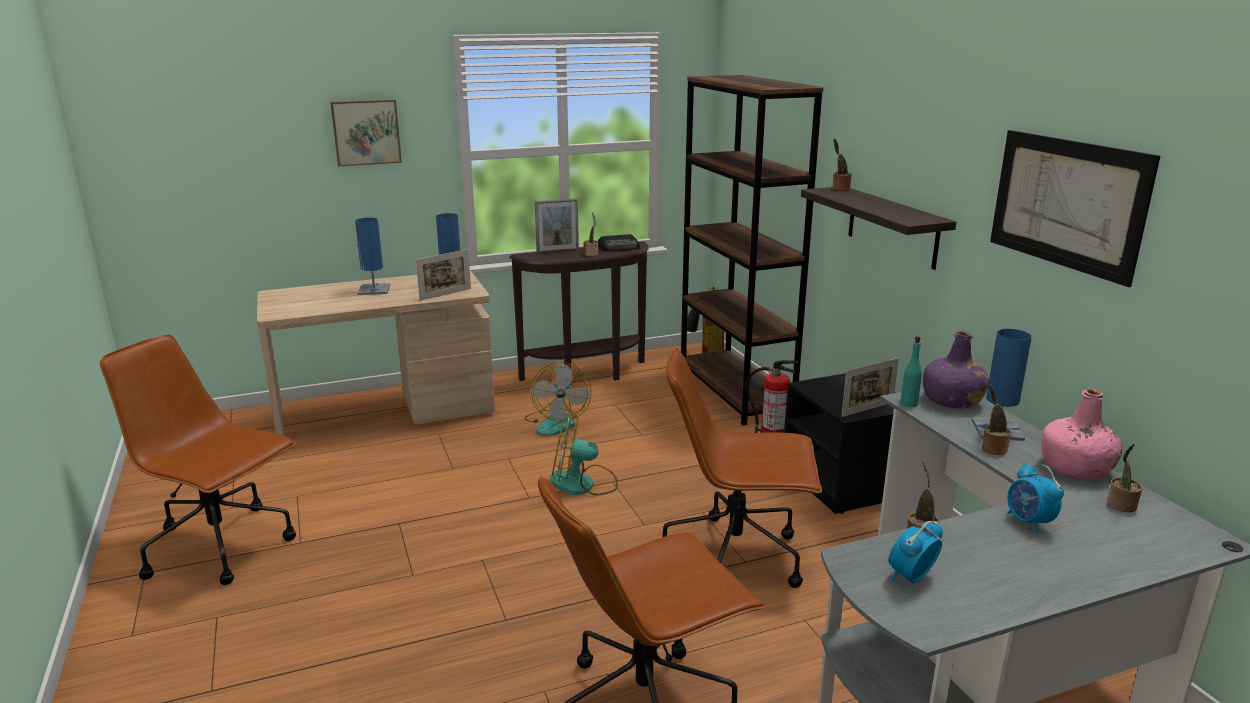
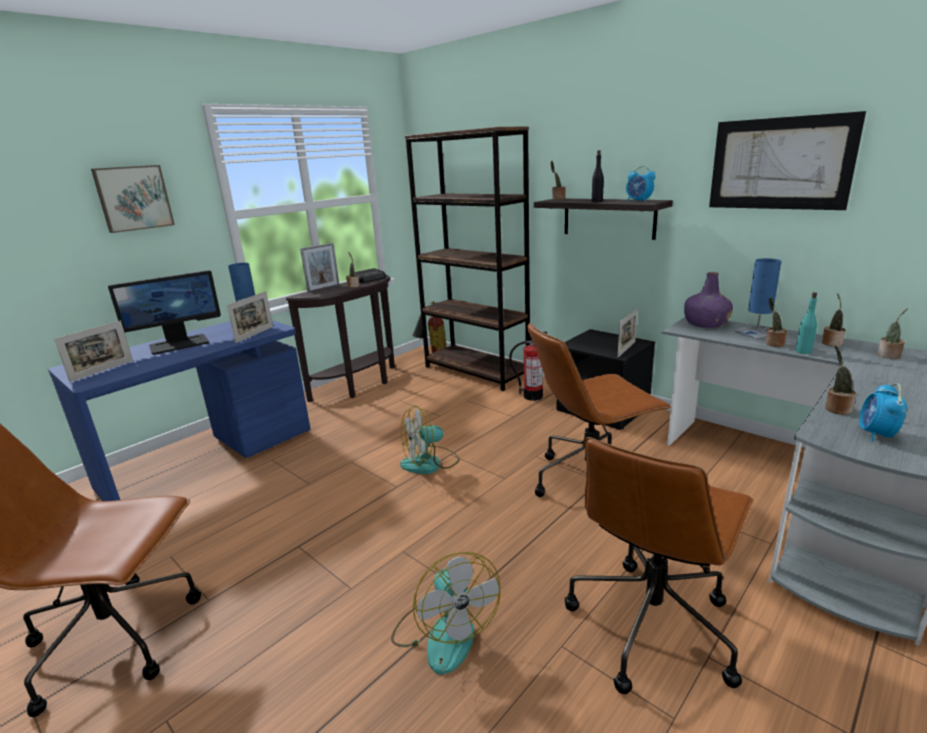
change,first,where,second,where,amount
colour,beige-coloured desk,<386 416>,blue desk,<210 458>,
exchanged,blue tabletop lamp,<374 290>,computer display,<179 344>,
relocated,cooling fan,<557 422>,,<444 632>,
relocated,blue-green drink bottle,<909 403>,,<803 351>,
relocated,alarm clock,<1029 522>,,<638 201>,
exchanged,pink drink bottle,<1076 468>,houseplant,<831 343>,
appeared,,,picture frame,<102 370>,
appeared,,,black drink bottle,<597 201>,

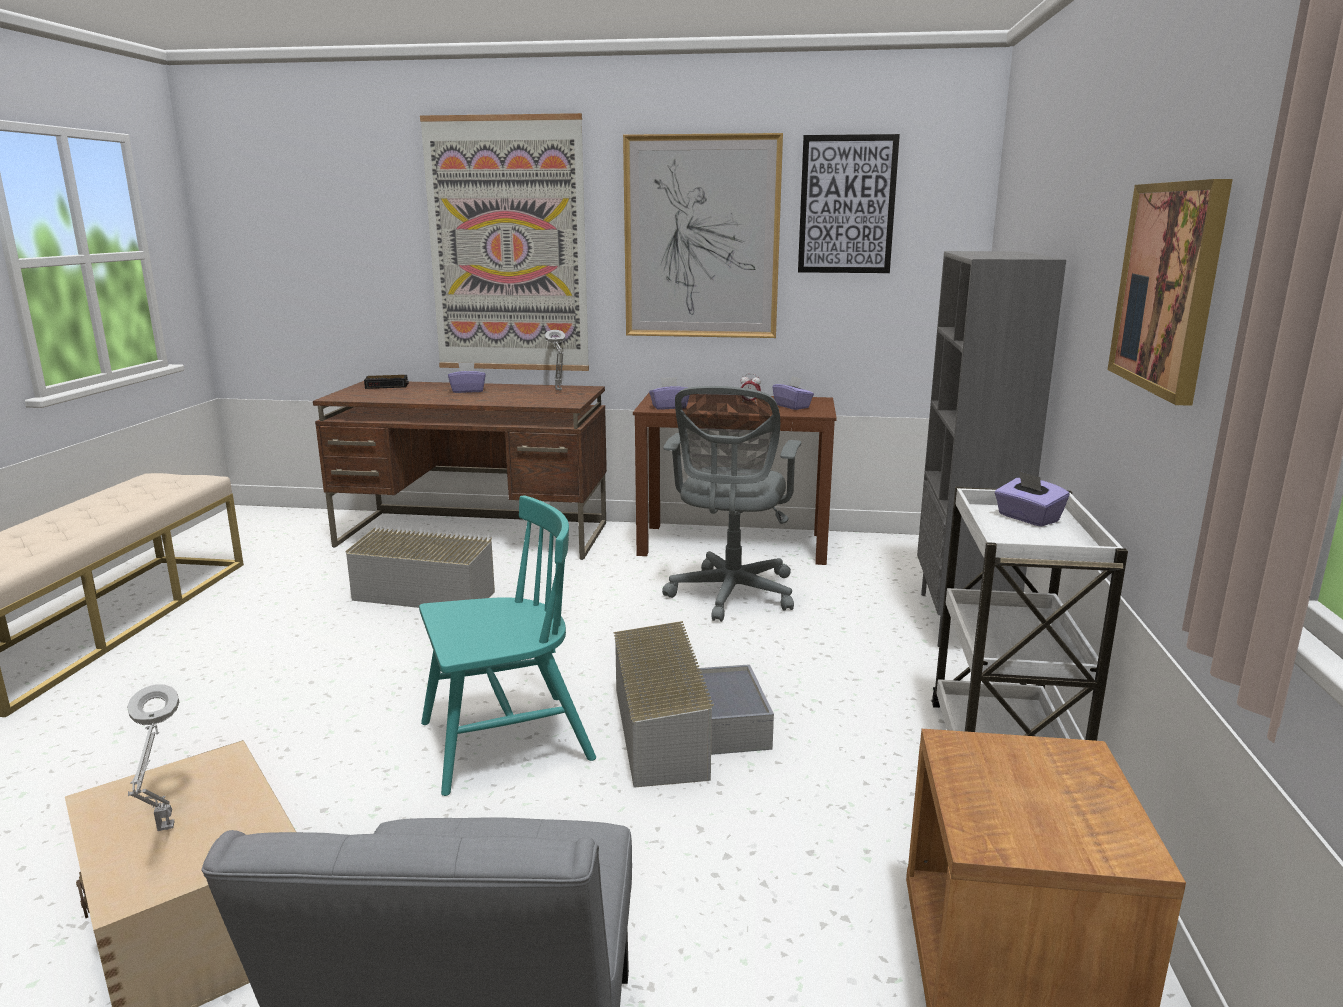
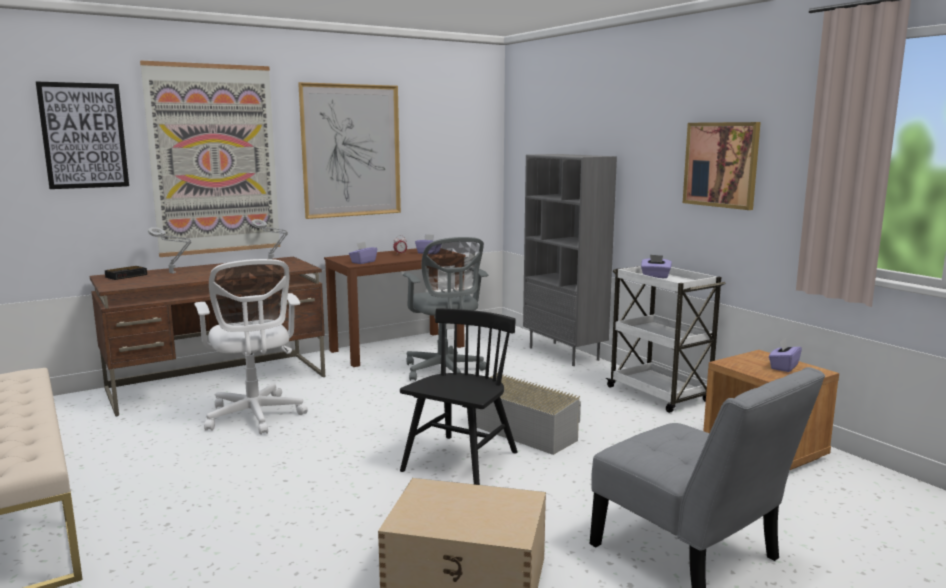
change,first,where,second,where,amount
relocated,gray tabletop lamp,<165 831>,,<174 273>,
exchanged,gray storage container,<429 589>,white-coloured office chair,<255 417>,
colour,blue-green upright chair,<504 742>,black upright chair,<460 462>,
relocated,purple tissue box,<468 391>,,<783 367>,
relocated,wall art,<847 205>,,<84 136>,

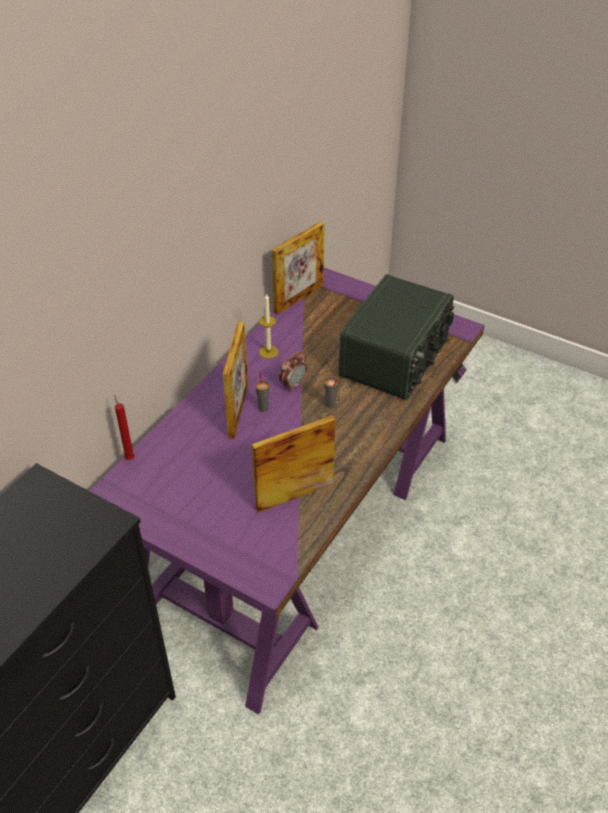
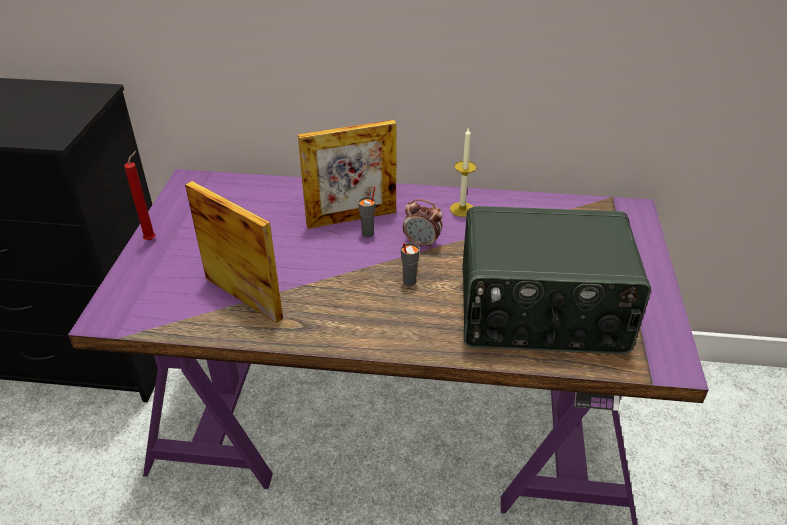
change,first,where,second,where,amount
relocated,reddish wax light,<129 458>,,<152 239>,
missing,picture frame,<298 298>,,,

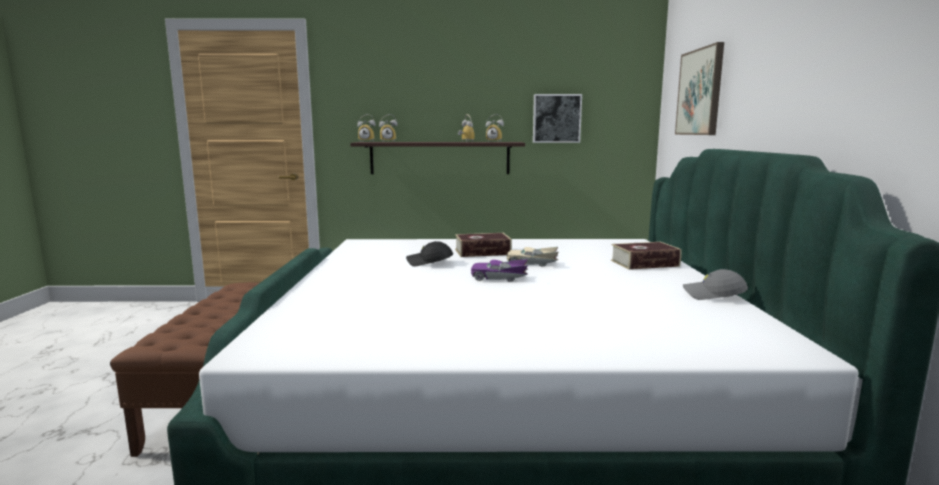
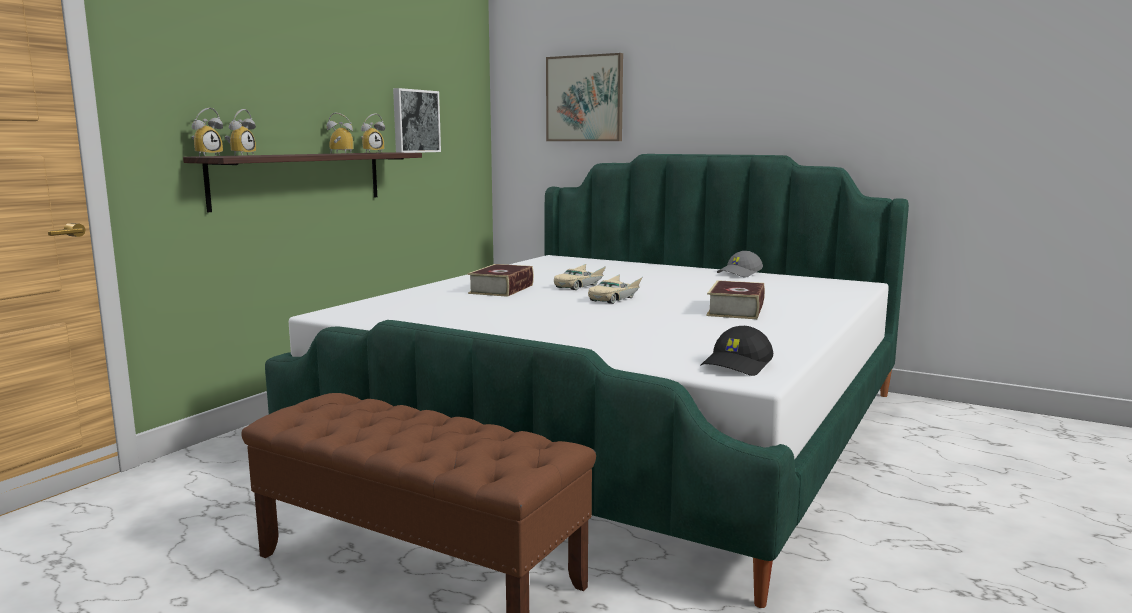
change,first,where,second,where,amount
relocated,black peaked cap,<429 263>,,<738 365>,
colour,purple model car,<499 278>,beige-coloured model car,<614 298>,
relocated,bound book,<644 263>,,<736 310>,

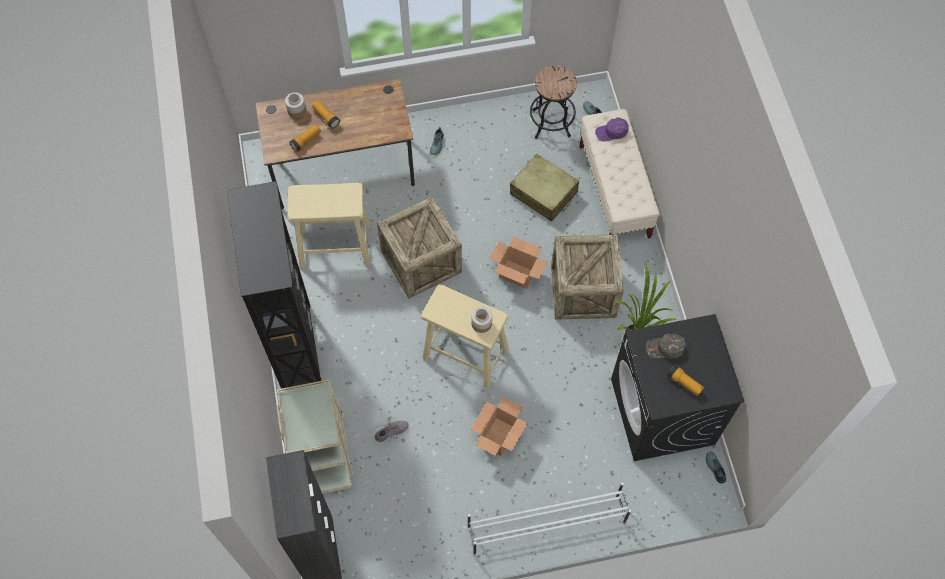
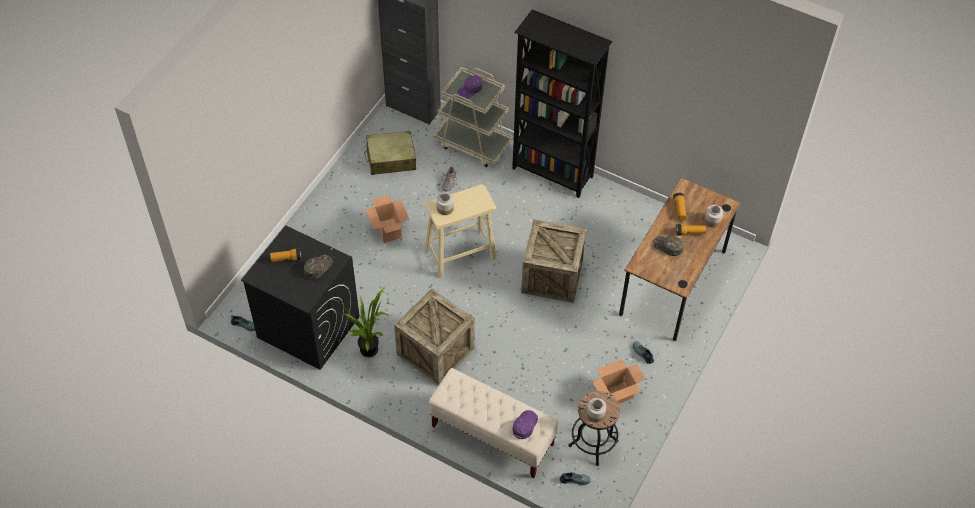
change,first,where,second,where,amount
missing,beige-coloured stool seat,<334 245>,,,
missing,white-coloured shoe stand,<545 524>,,,
relocated,cardboard box,<517 274>,,<615 395>,
relocated,beige-coloured piece of luggage,<543 193>,,<391 159>,
appeared,,,purple peaked cap,<470 89>,
appeared,,,preserve jar,<595 414>,
appeared,,,green peaked cap,<667 246>,

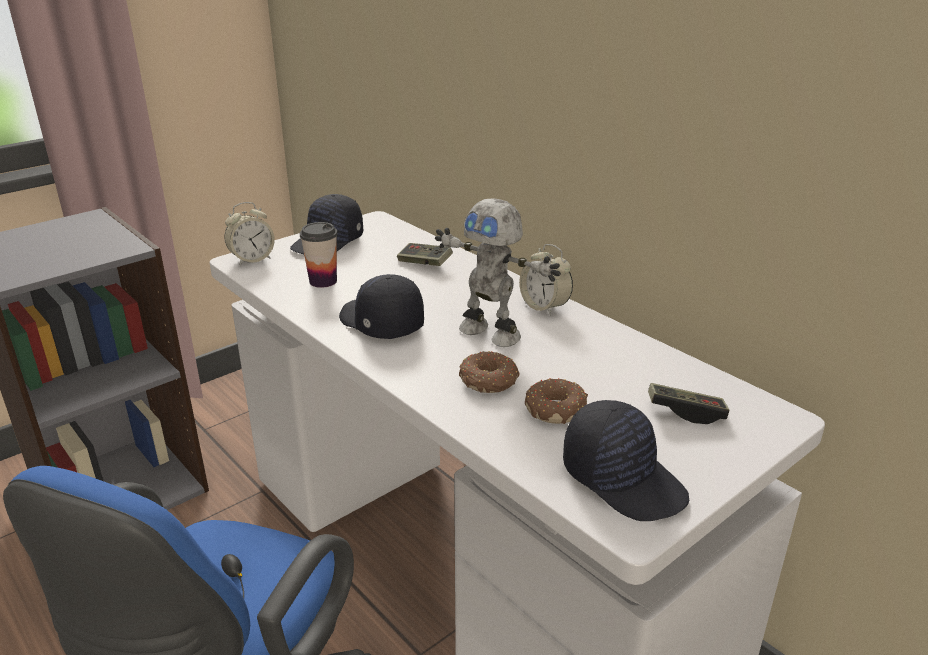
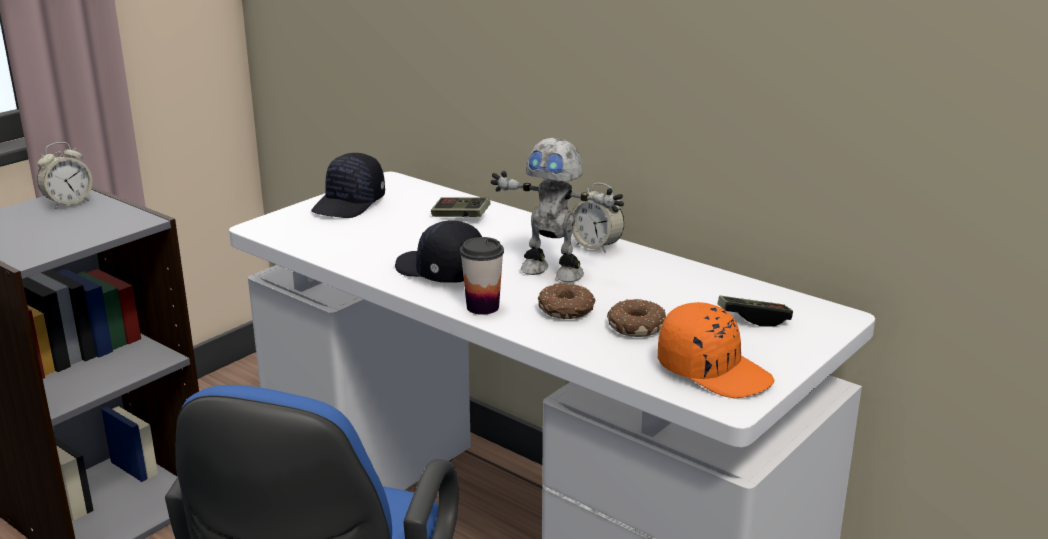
change,first,where,second,where,amount
relocated,alarm clock,<252 259>,,<68 203>,
relocated,drinking cup,<323 281>,,<482 307>,
colour,black peaked cap,<624 478>,orangey peaked cap,<714 371>,

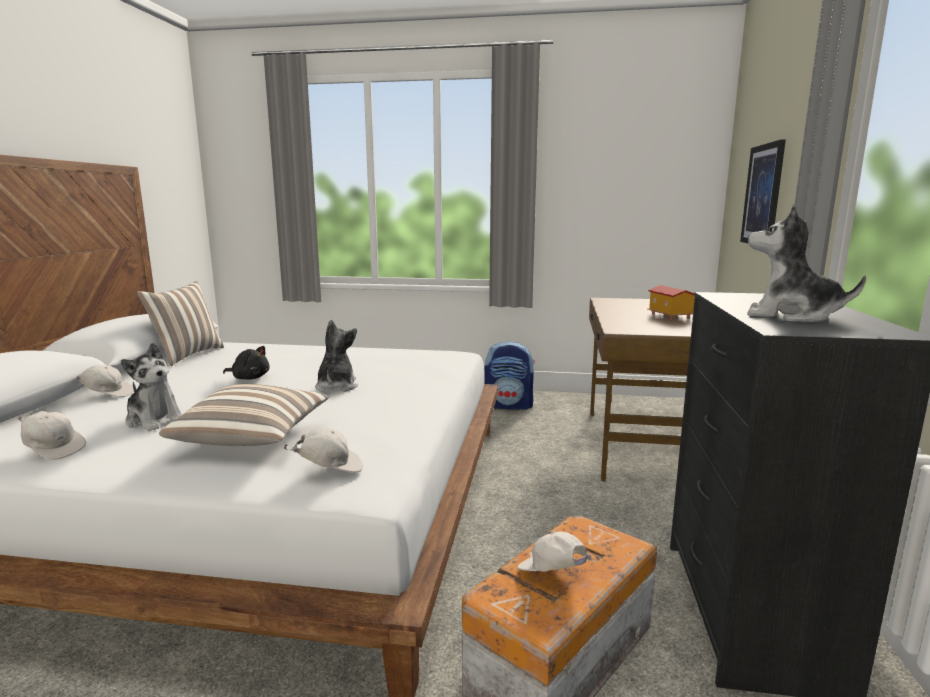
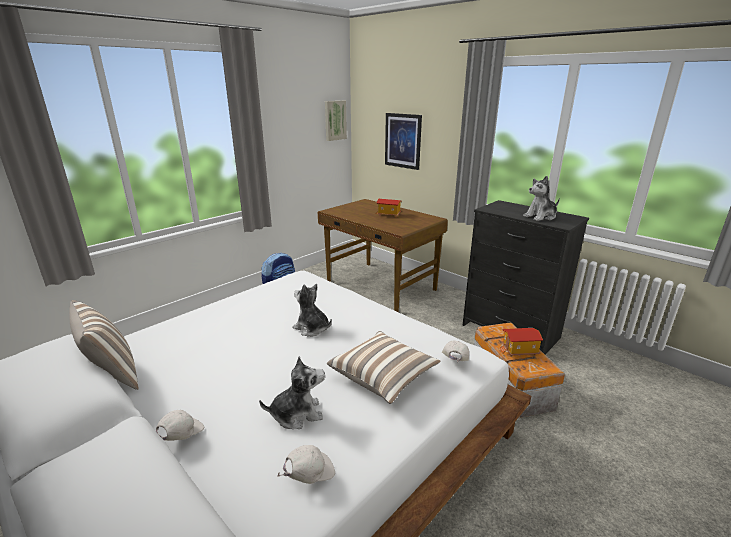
change,first,where,second,where,amount
missing,black soft toy,<249 378>,,,
exchanged,white-coloured peaked cap,<552 575>,model house,<519 351>,
appeared,,,wall art,<334 120>,

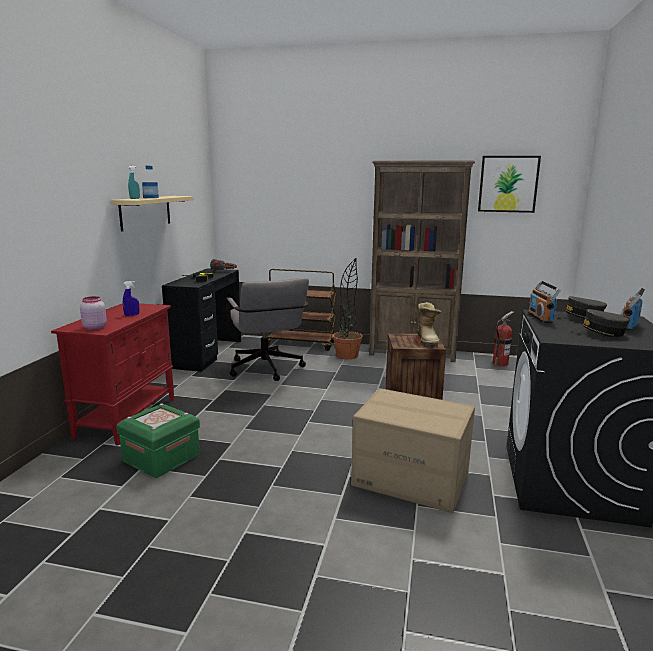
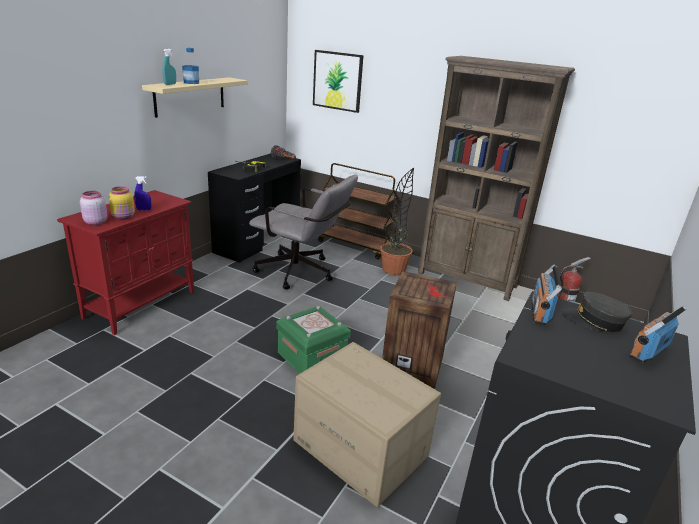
change,first,where,second,where,amount
relocated,green storage container,<161 458>,,<312 357>,
spun,gray office chair,<267 370>,,<301 273>,60 degrees counterclockwise
missing,high-top boot,<428 339>,,,
relocated,wall art,<508 184>,,<337 81>,
missing,gray peaked cap,<599 333>,,,
appeared,,,yellowish preserve jar,<124 217>,

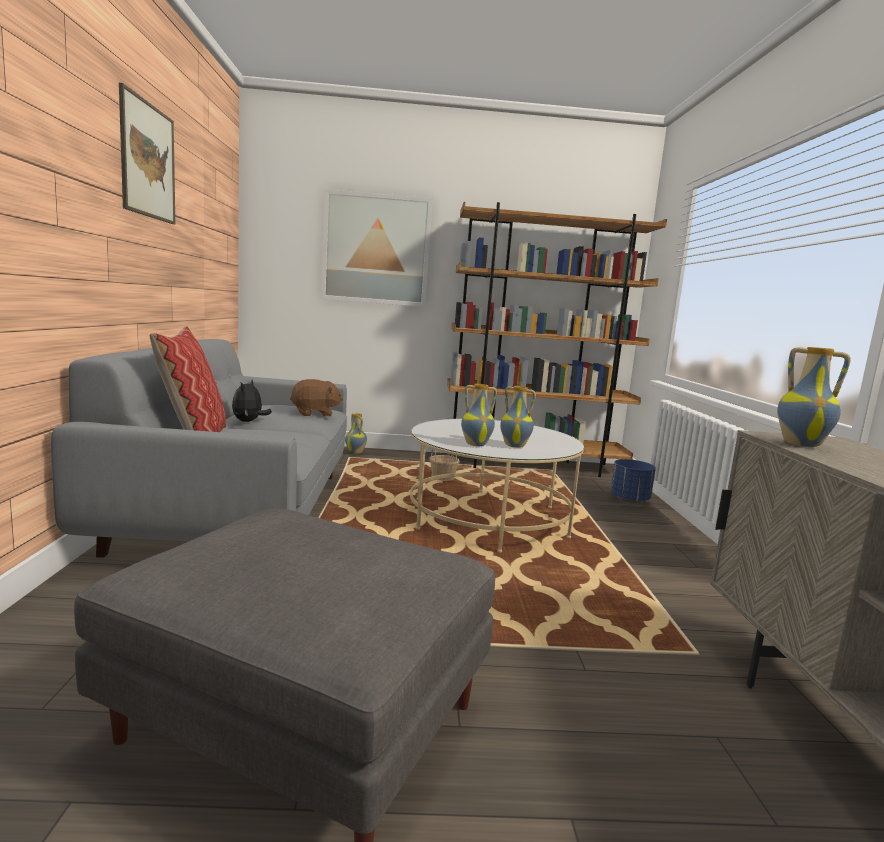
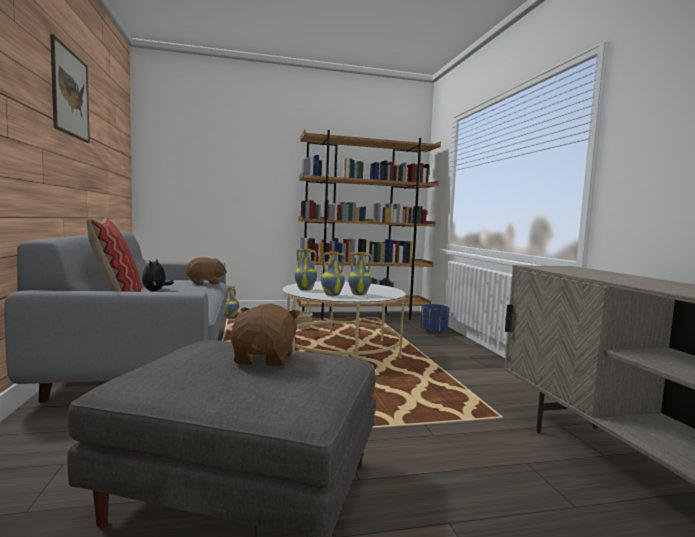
change,first,where,second,where,amount
missing,wall art,<376 249>,,,
relocated,flower vase,<801 444>,,<305 289>,
appeared,,,brown soft toy,<265 359>,

